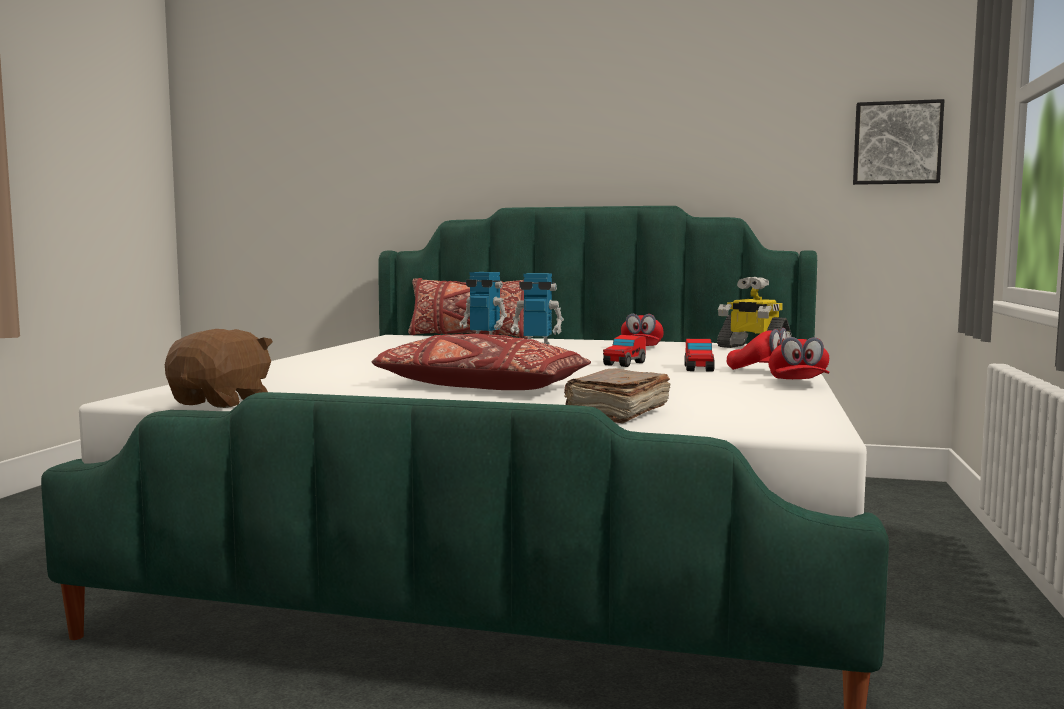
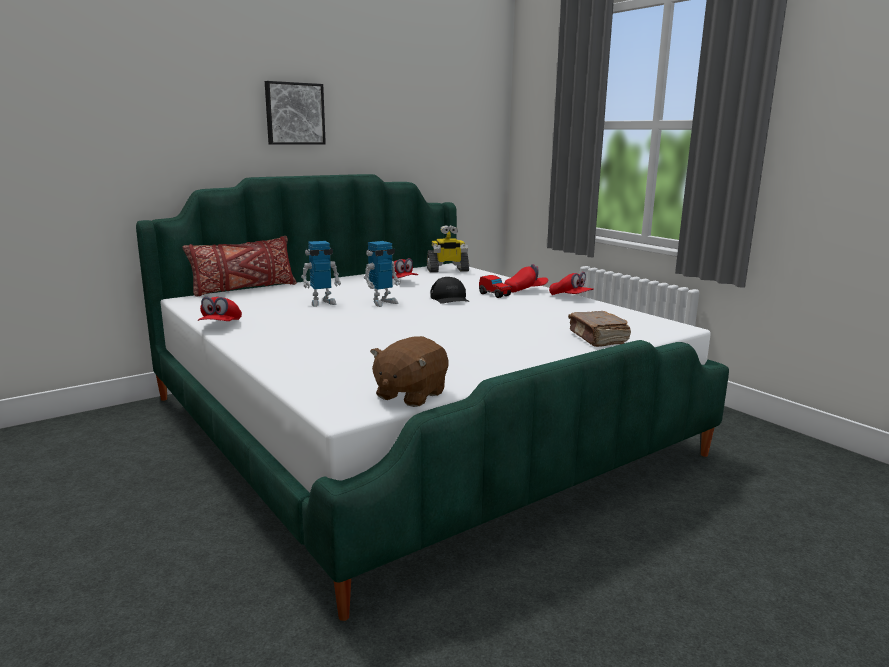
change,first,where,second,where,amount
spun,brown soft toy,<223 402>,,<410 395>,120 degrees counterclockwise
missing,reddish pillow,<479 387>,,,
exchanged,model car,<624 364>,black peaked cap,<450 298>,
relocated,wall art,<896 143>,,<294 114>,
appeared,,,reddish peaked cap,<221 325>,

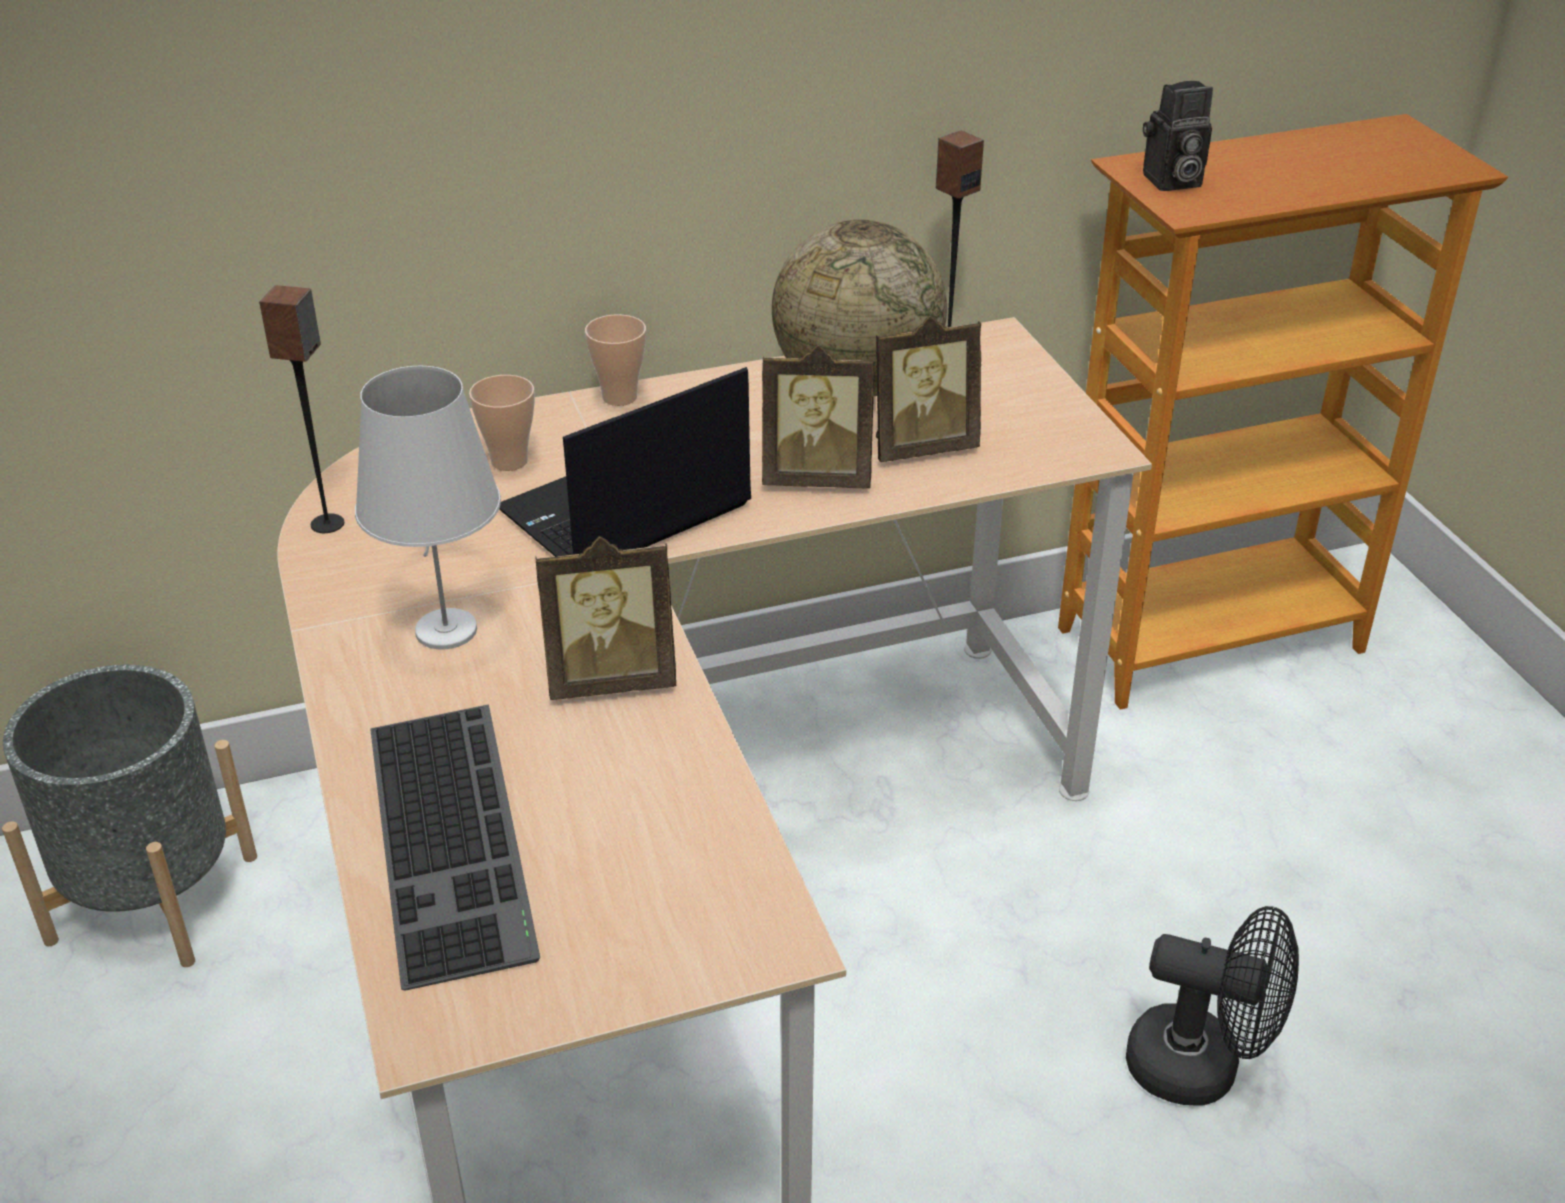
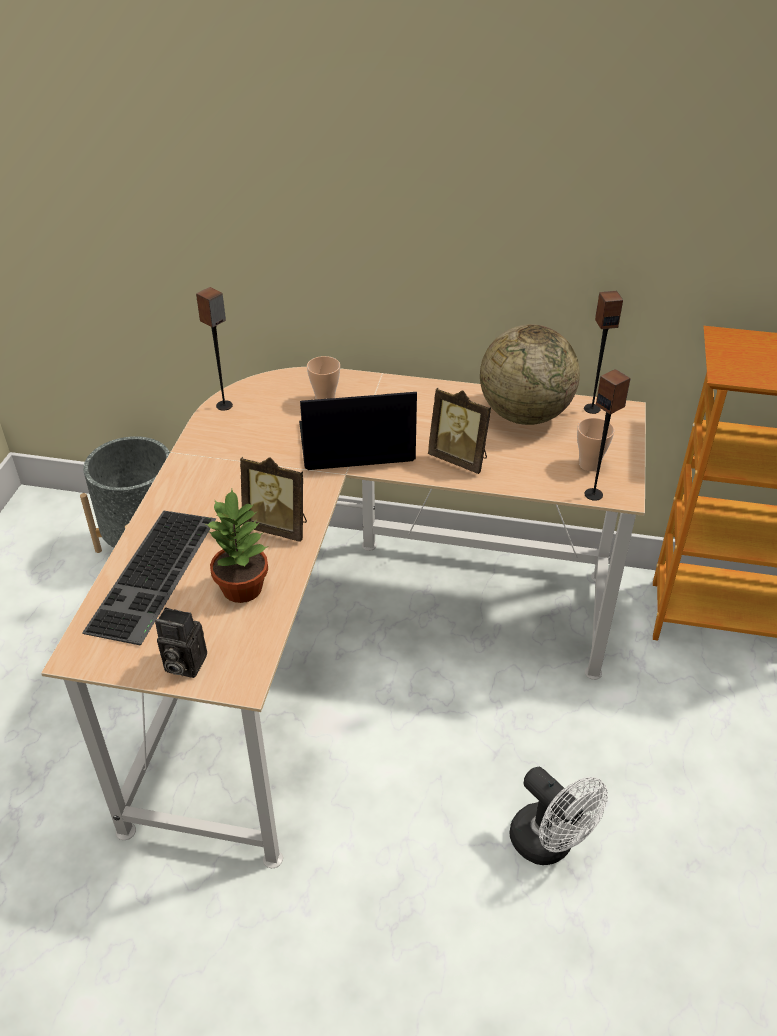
change,first,where,second,where,amount
missing,white-coloured tabletop lamp,<445 630>,,,
relocated,drinking cup,<619 397>,,<589 465>,
missing,picture frame,<921 447>,,,
colour,black cooling fan,<1201 1067>,white-coloured cooling fan,<549 845>,
relocated,still camera,<1171 182>,,<182 664>,
appeared,,,houseplant,<243 588>,
appeared,,,loudspeaker,<594 494>,

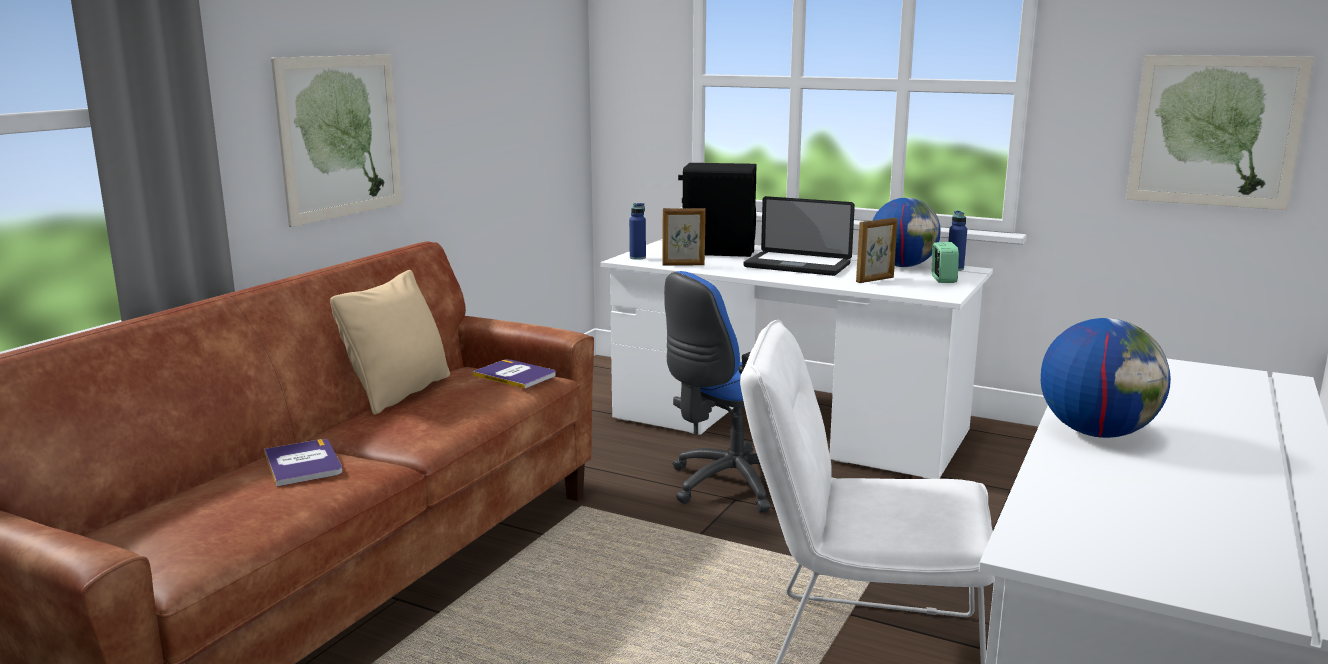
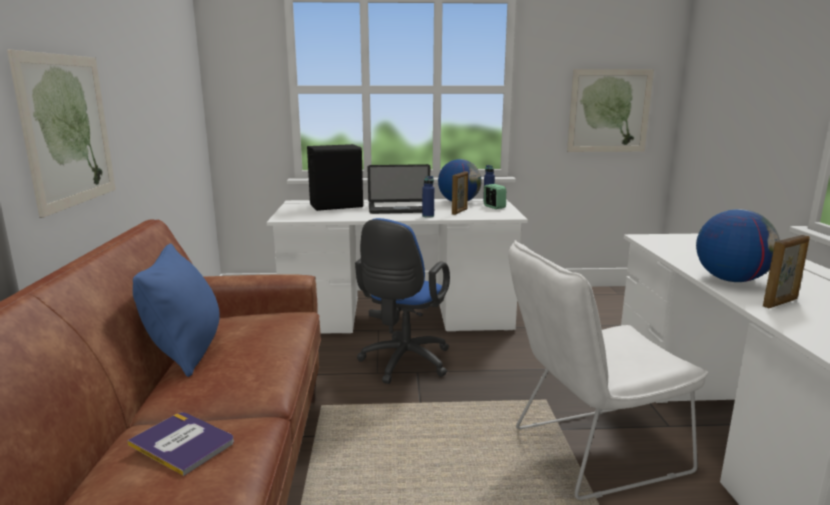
change,first,where,second,where,amount
colour,beige-coloured pillow,<399 393>,blue pillow,<187 352>,
missing,bound book,<515 375>,,,
relocated,blue drink bottle,<637 258>,,<428 216>,
relocated,picture frame,<683 265>,,<780 303>,

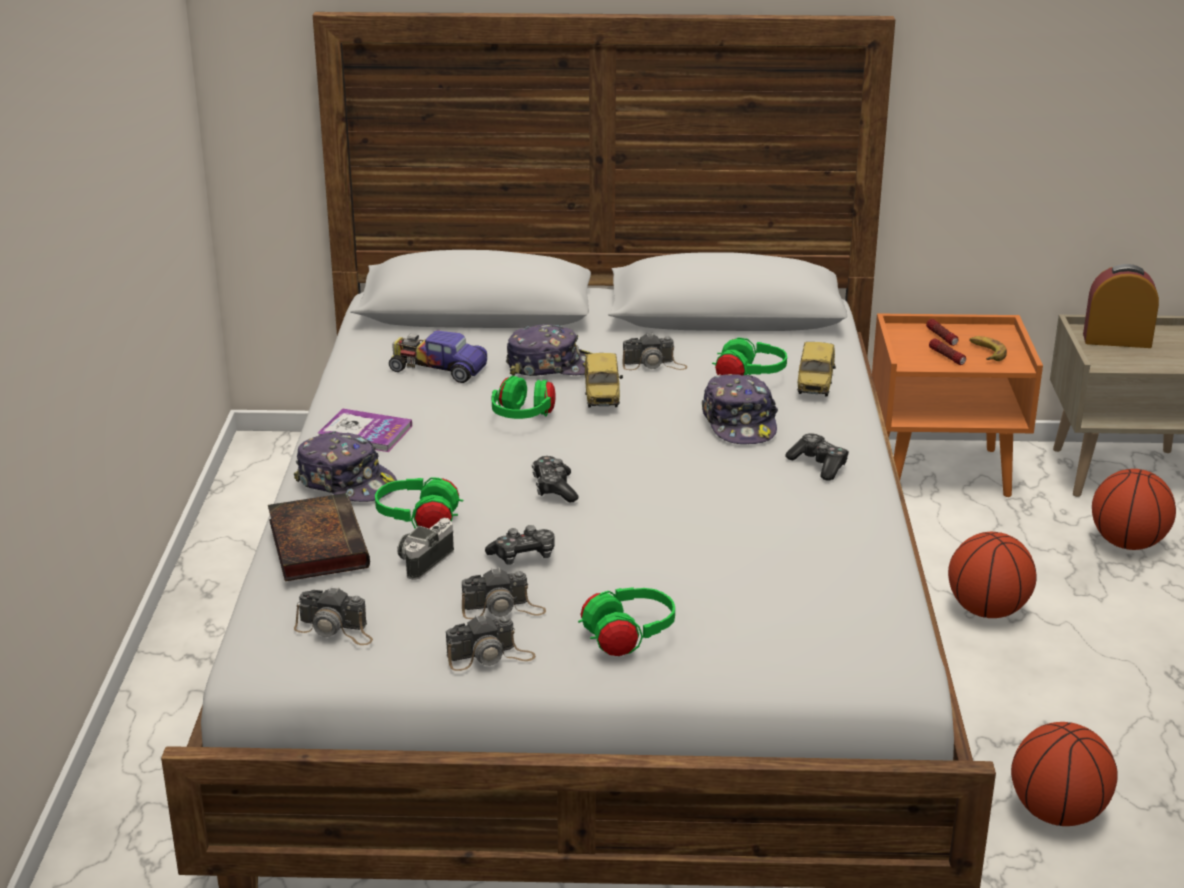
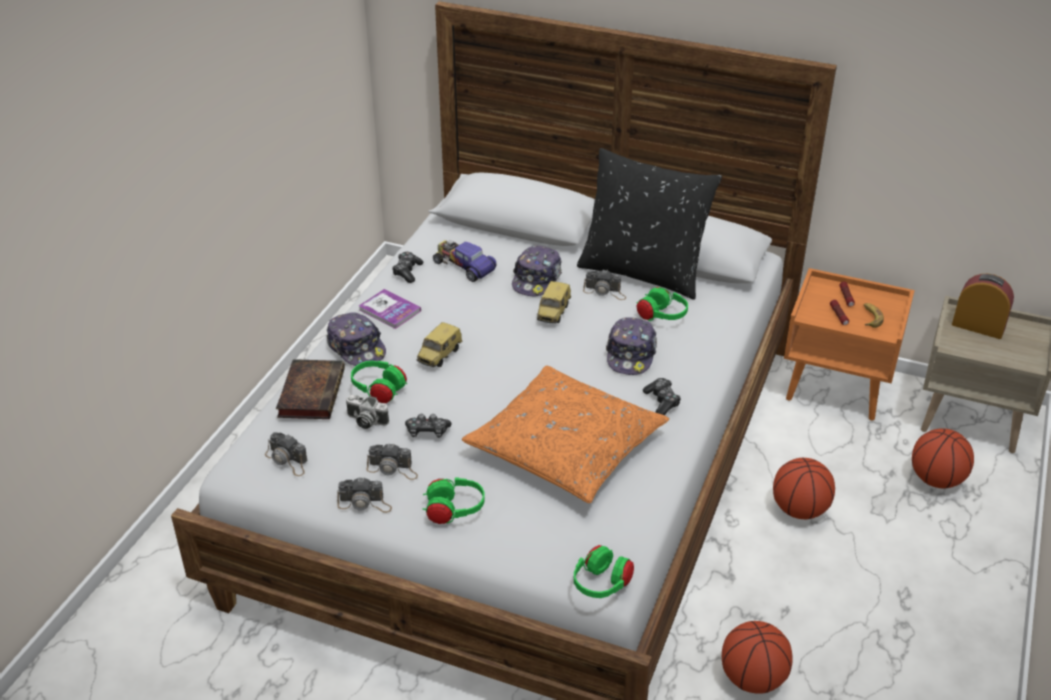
change,first,where,second,where,amount
spun,still camera,<424 560>,,<365 421>,120 degrees counterclockwise
relocated,green headset,<523 419>,,<602 585>,
spun,peaked cap,<551 366>,,<537 279>,90 degrees clockwise
relocated,gamepad,<554 488>,,<407 272>,
relocated,model car,<816 387>,,<440 356>,
appeared,,,orangey pillow,<565 447>,
appeared,,,black pillow,<643 272>,

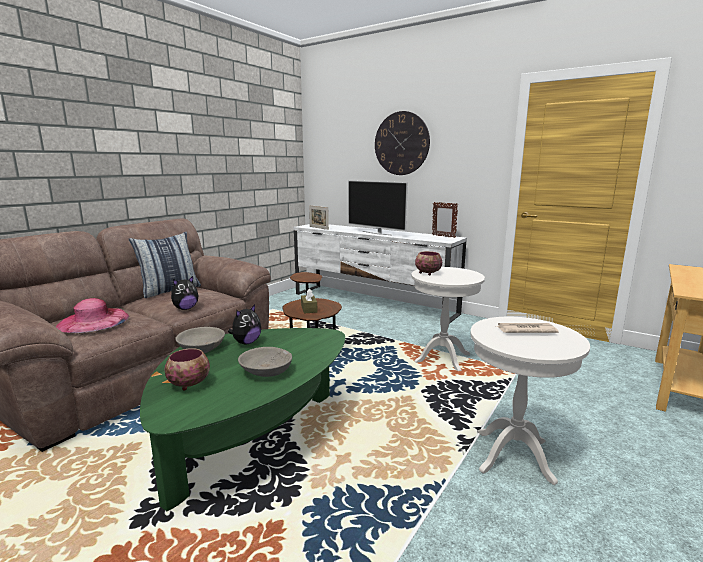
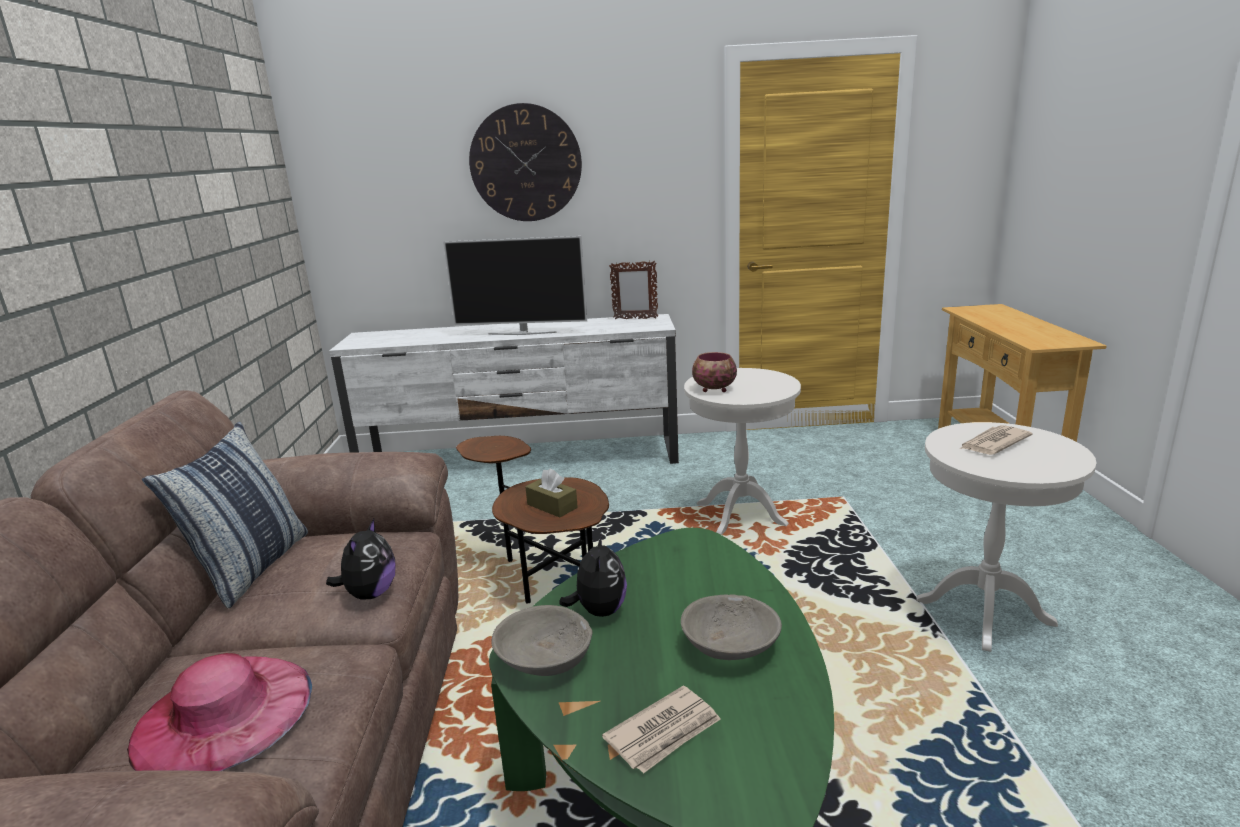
change,first,where,second,where,amount
exchanged,bowl,<190 384>,printed paper,<664 732>,
missing,picture frame,<319 228>,,,

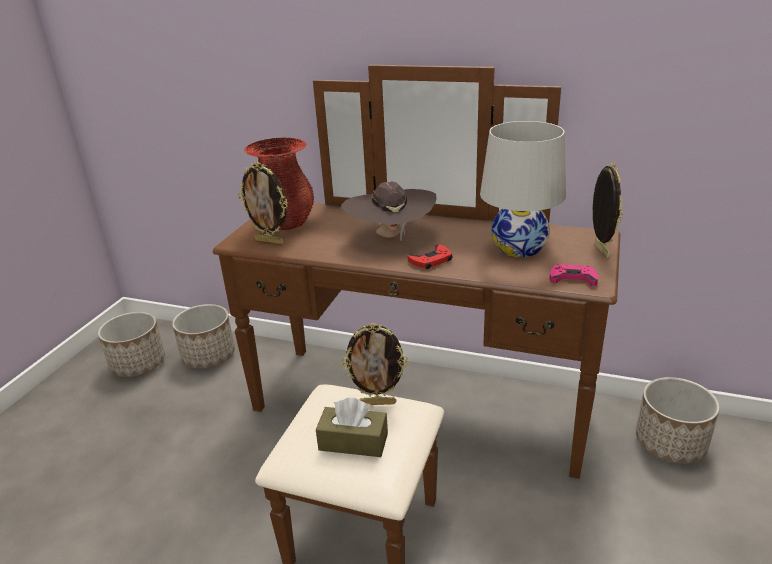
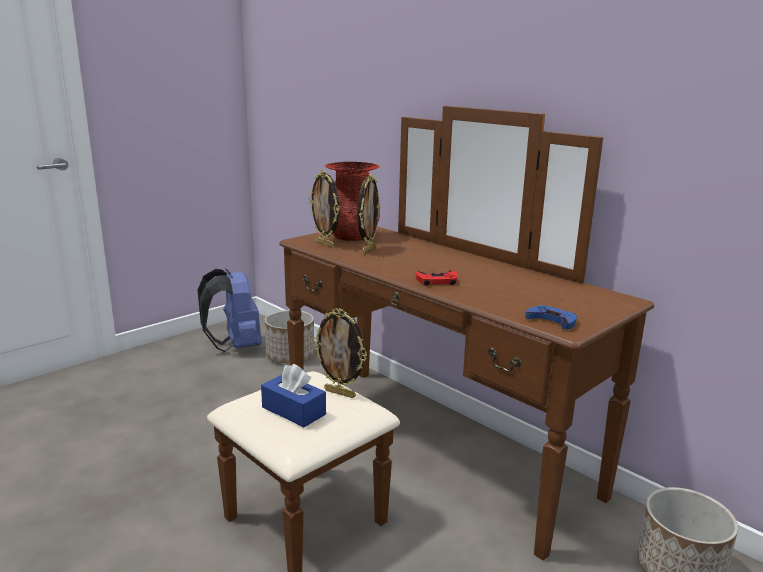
change,first,where,second,where,amount
exchanged,flower pot,<137 364>,blue backpack,<235 346>,
colour,brown tissue box,<353 442>,blue tissue box,<293 411>,
missing,brown hat,<391 237>,,,
missing,white-coloured tabletop lamp,<519 248>,,,
colour,pink gamepad,<572 278>,blue gamepad,<552 320>,
relocated,picture frame,<600 250>,,<367 250>,

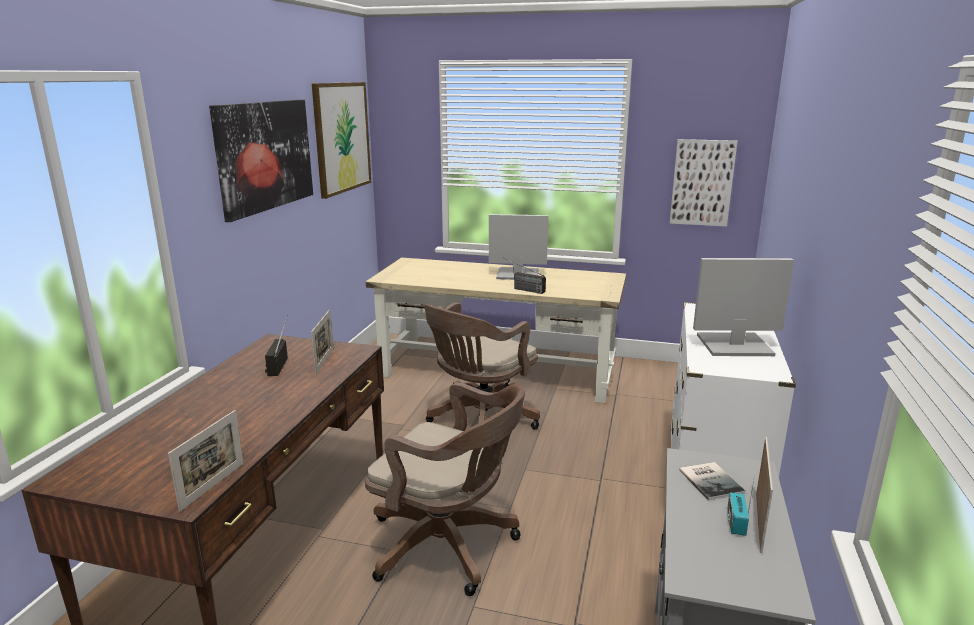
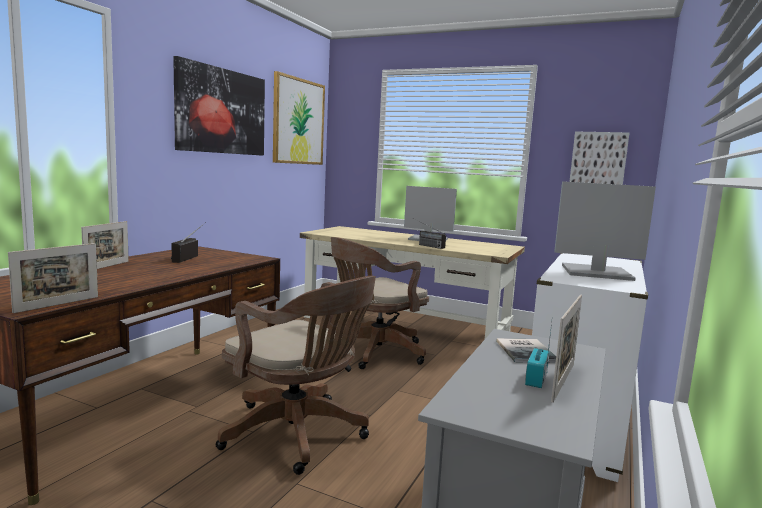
change,first,where,second,where,amount
relocated,picture frame,<324 361>,,<107 266>,

